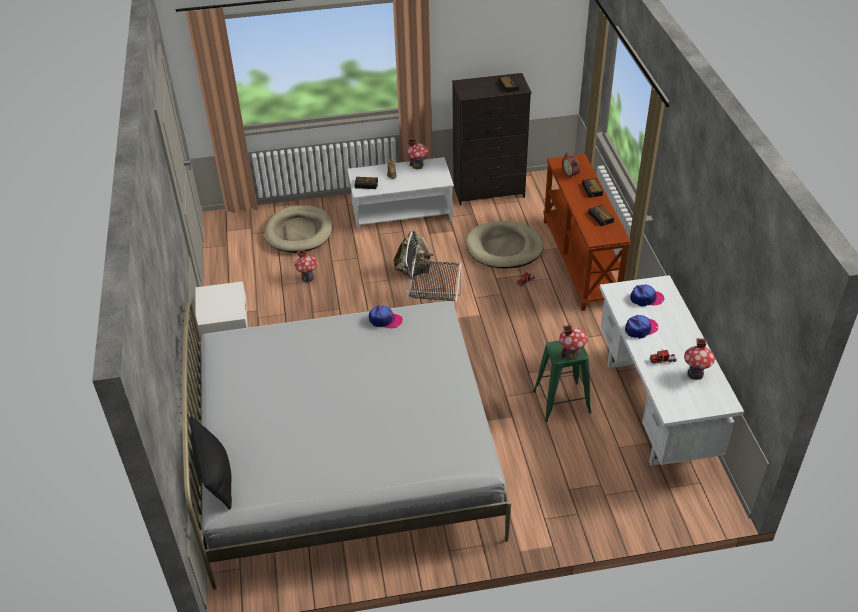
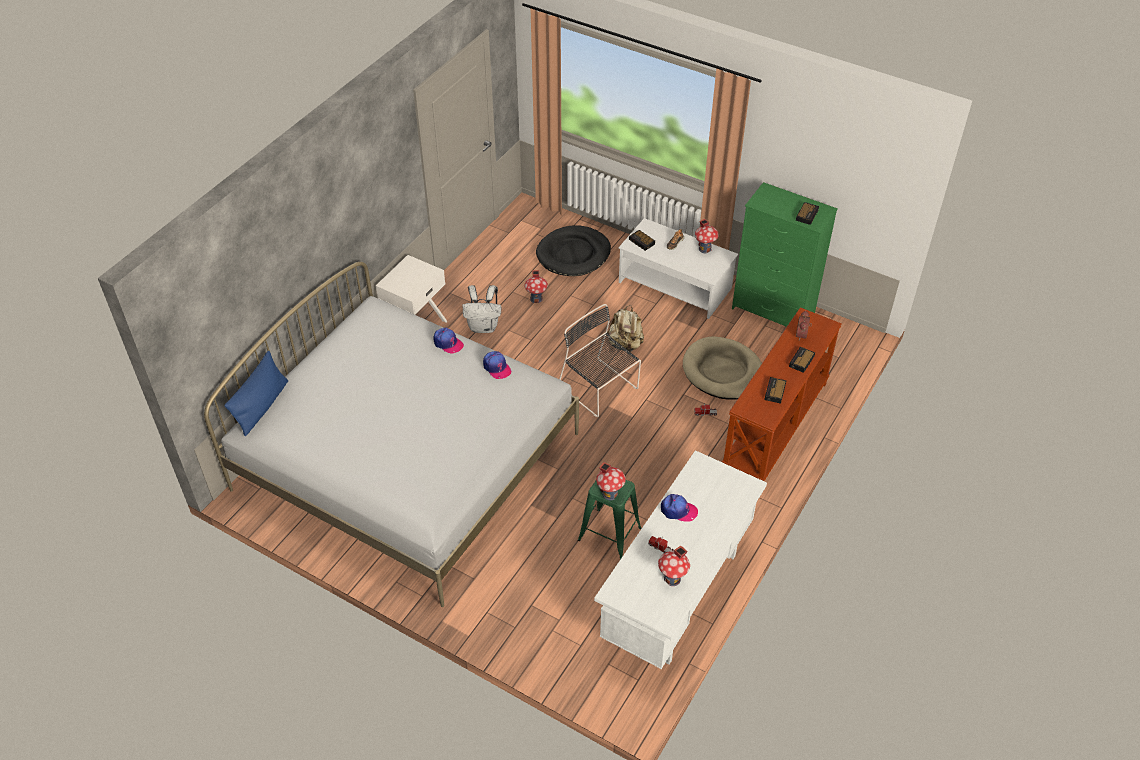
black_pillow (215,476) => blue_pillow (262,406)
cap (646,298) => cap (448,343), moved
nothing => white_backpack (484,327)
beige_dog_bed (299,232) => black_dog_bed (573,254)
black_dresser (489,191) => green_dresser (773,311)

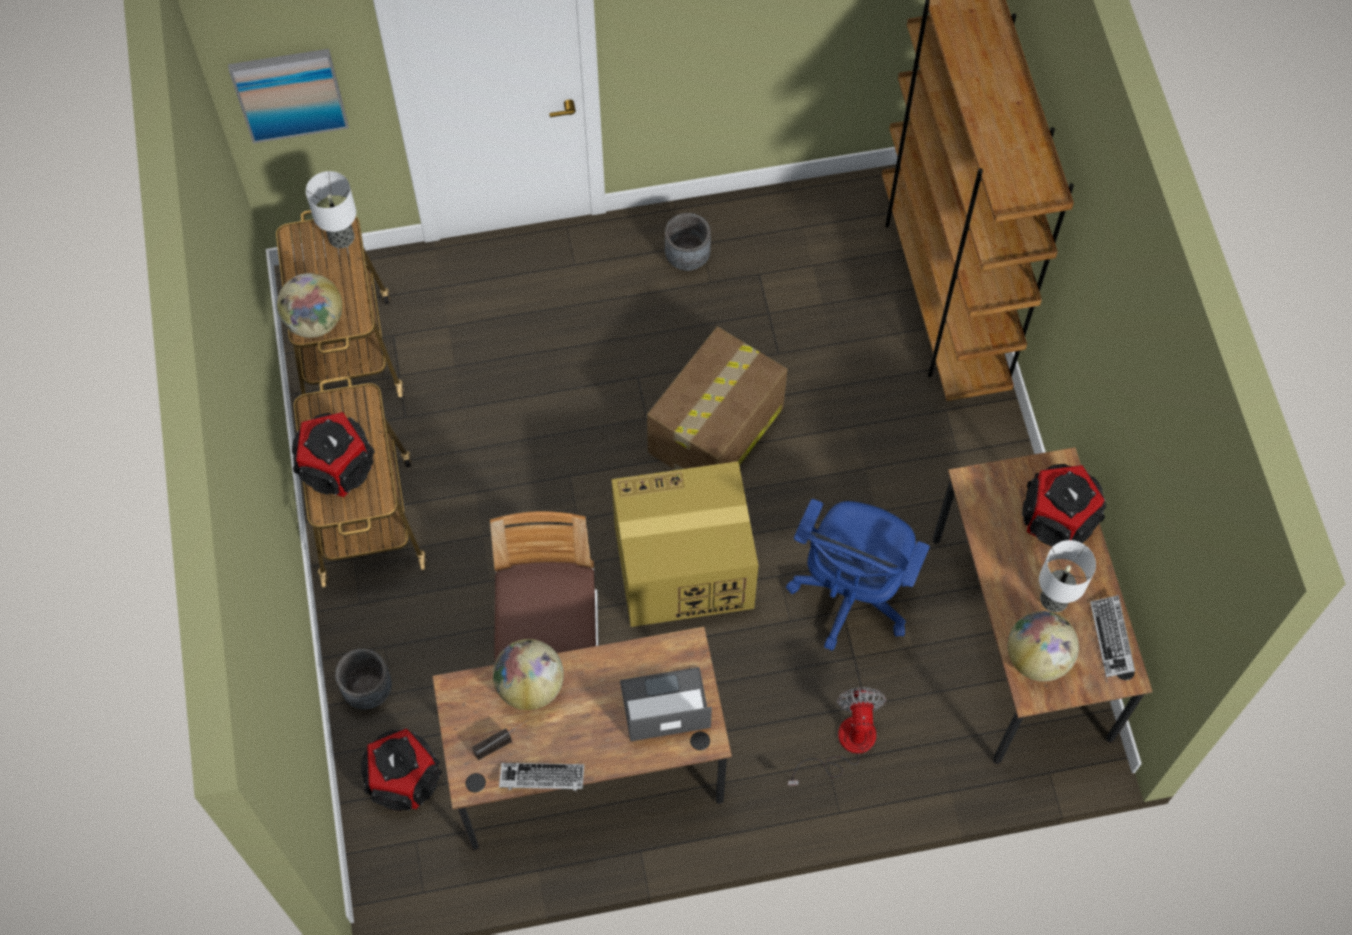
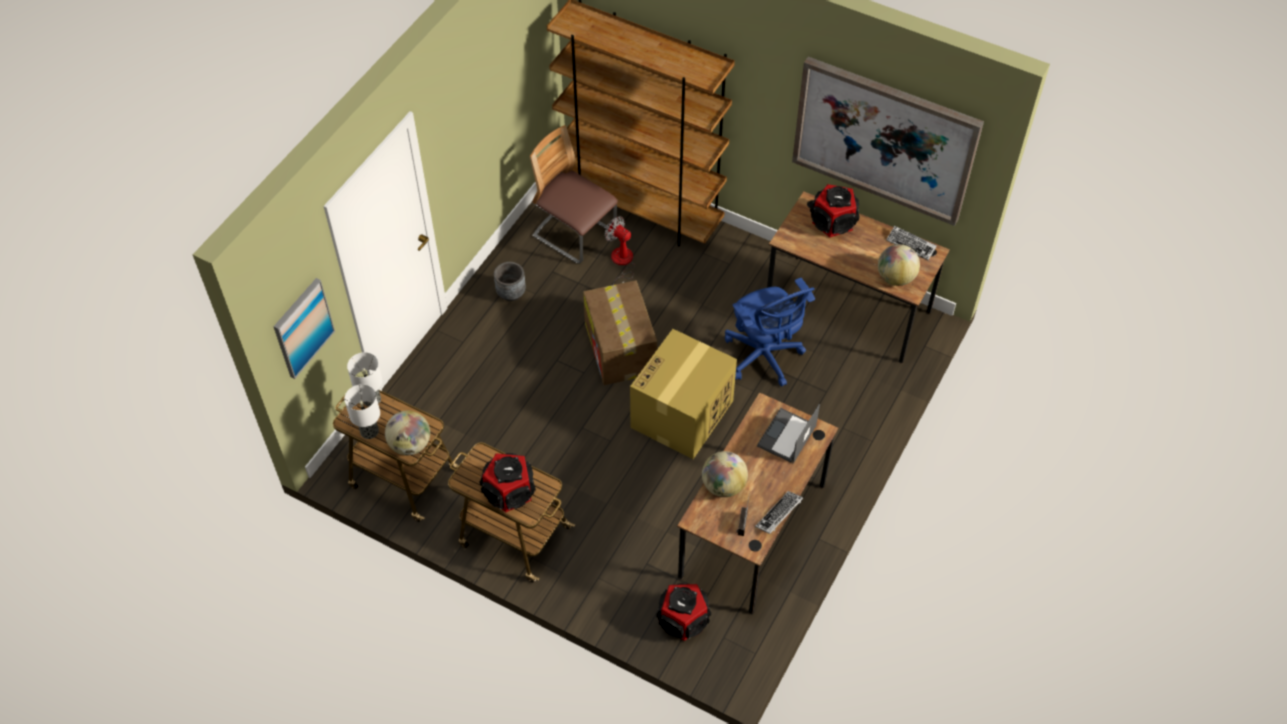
table_lamp (1053,599) => table_lamp (369,432), moved
chair (550,642) => chair (574,234), moved
fan (845,744) => fan (621,263), moved
nothing => picture (884,139)
grey_planter (368,690) => nothing

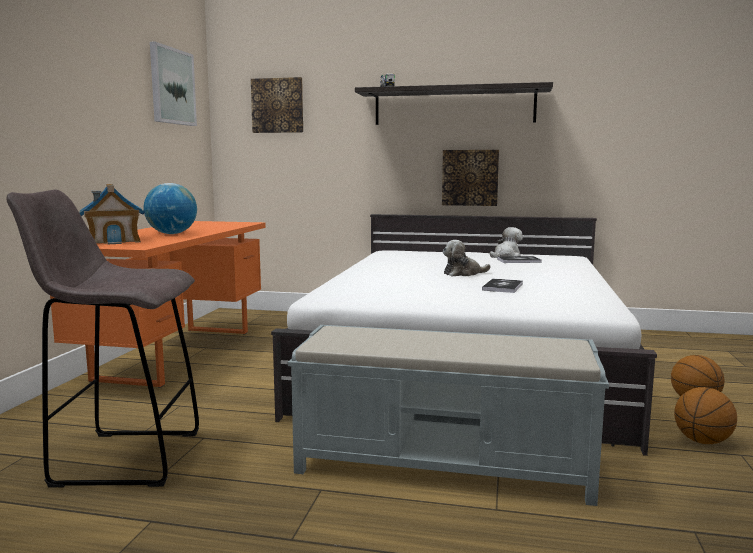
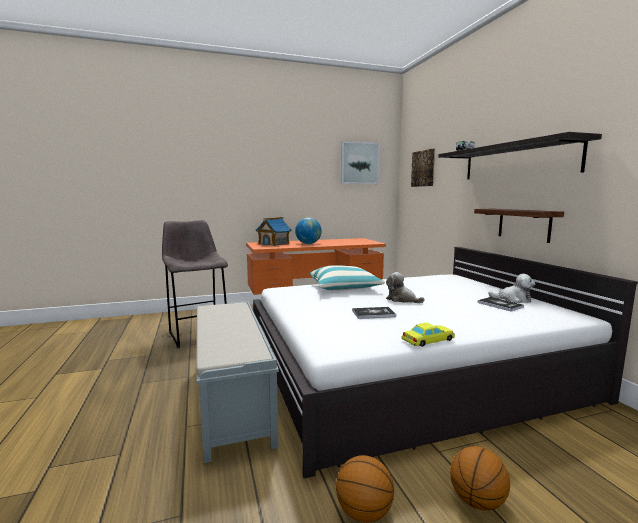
nothing => pillow (344,288)
nothing => yellow_toy_car (428,340)
picture (470,177) => shelf (524,224)

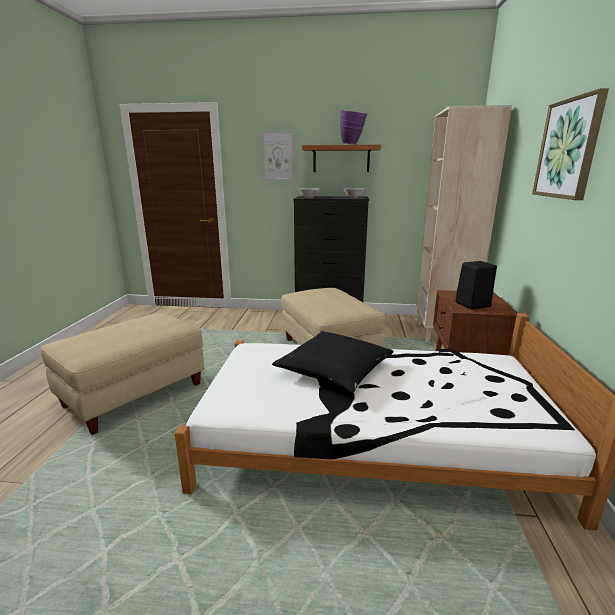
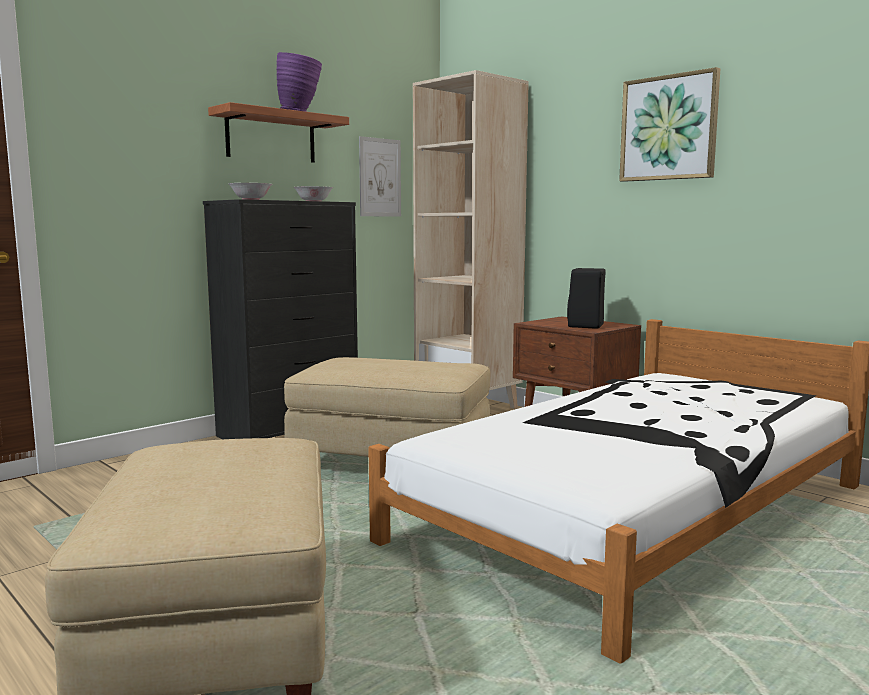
picture (278,156) => picture (380,177), moved
black_pillow (334,370) => nothing

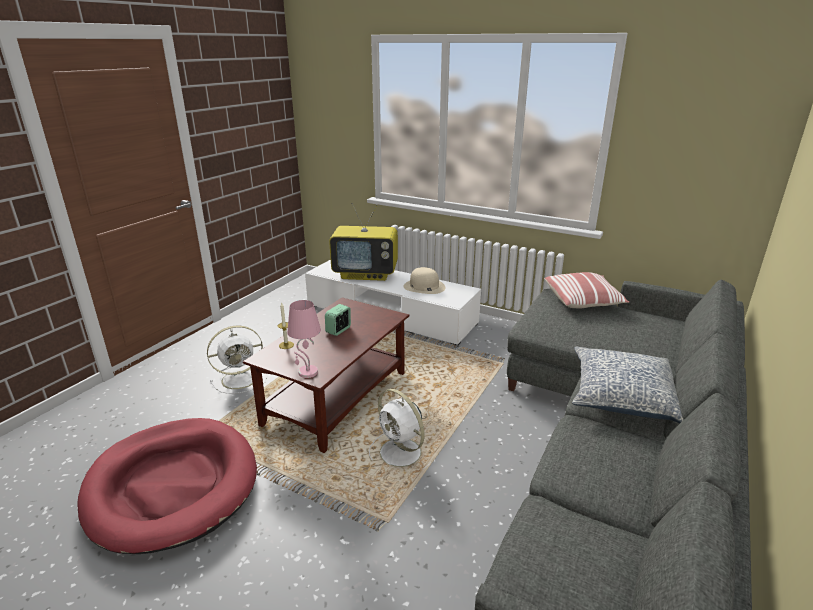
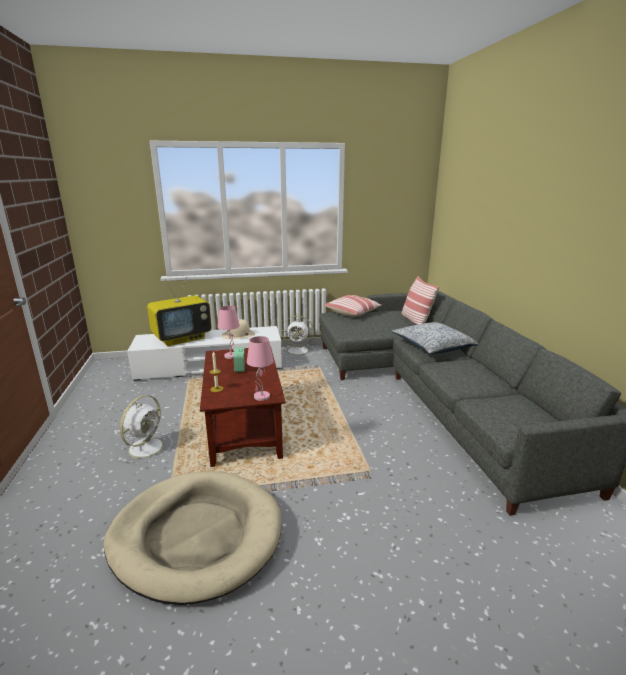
red_dog_bed (172,485) => beige_dog_bed (197,536)
nothing => pink_table_lamp (231,356)
white_fan (402,454) => white_fan (299,350), moved
nothing => pillow (415,321)

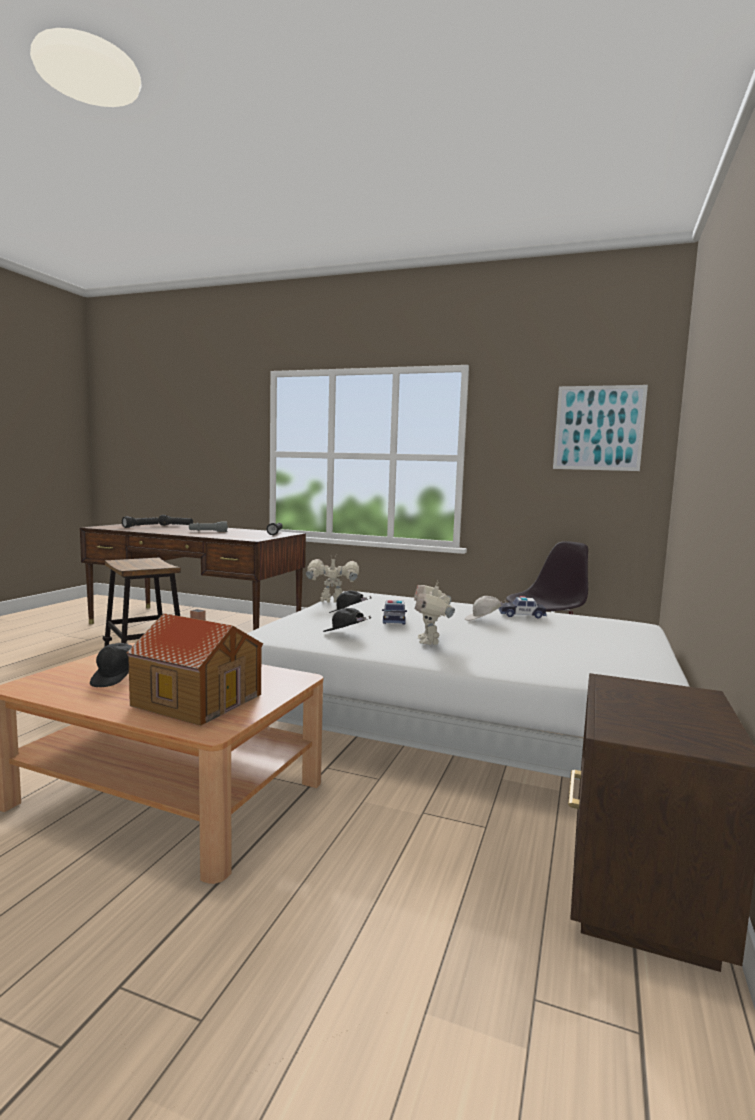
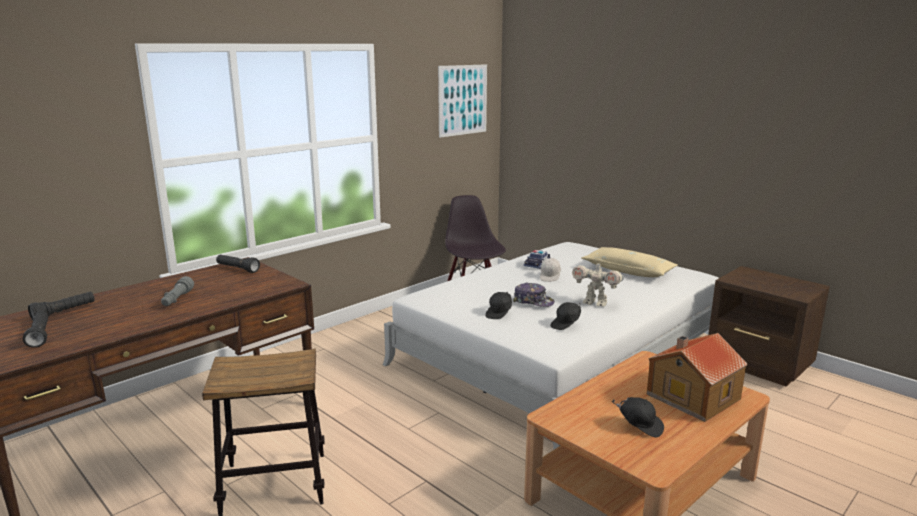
toy_car (394,620) => cap (533,301)
nothing => beige_pillow (628,271)
toy_robot (332,602) => nothing

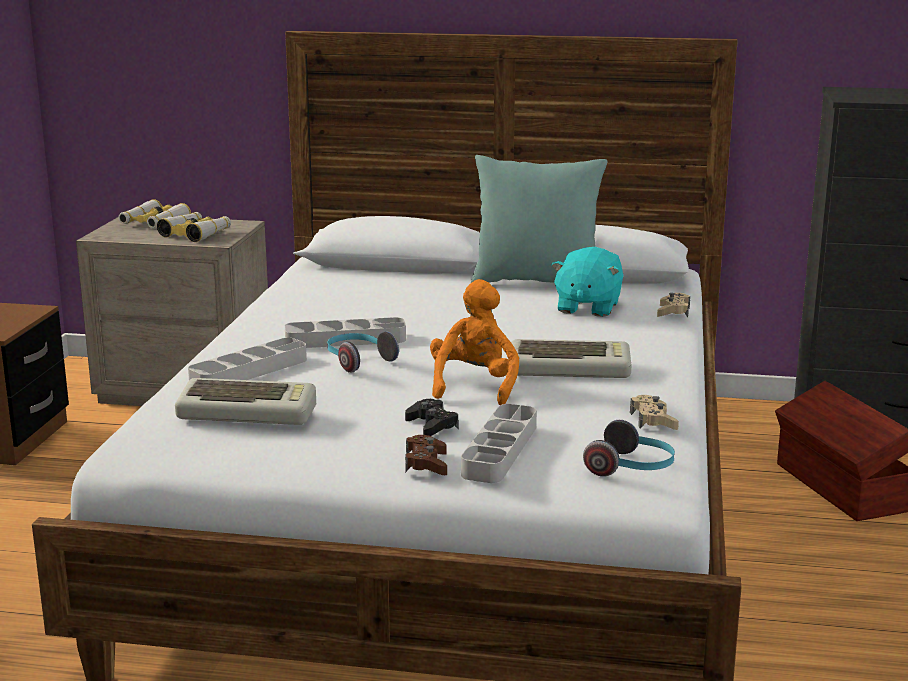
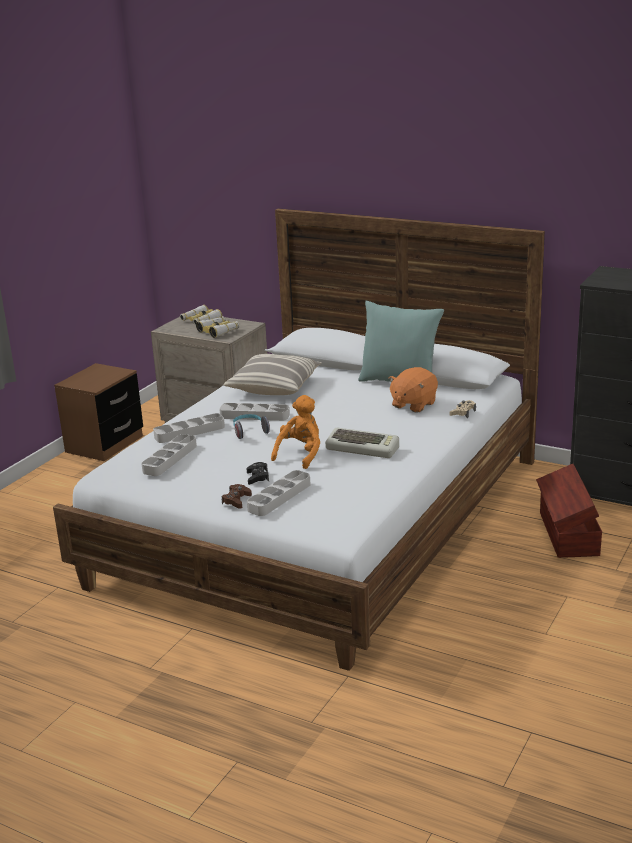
keyboard (249,412) => grey_tray (170,459)
nothing => pillow (274,387)
turquoise_plush_toy (587,307) => orange_plush_toy (413,404)
headphones (632,468) => nothing
beige_game_controller (653,420) => nothing

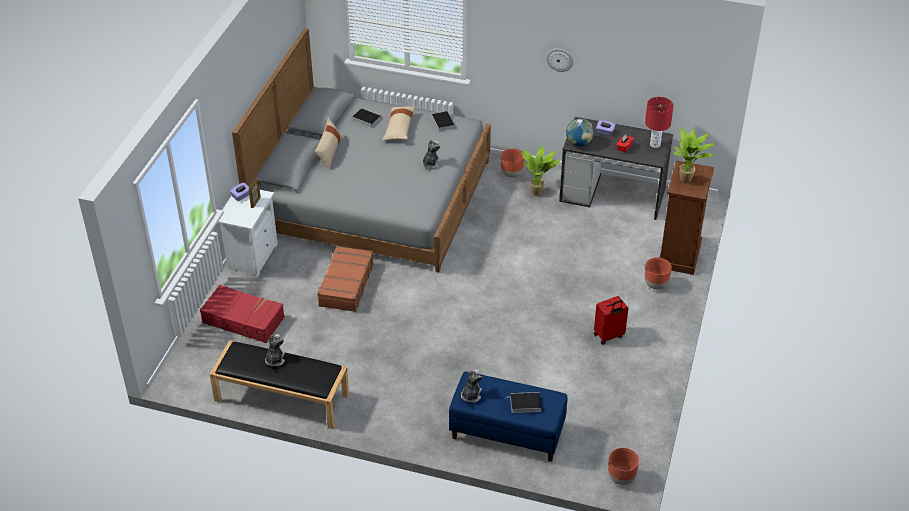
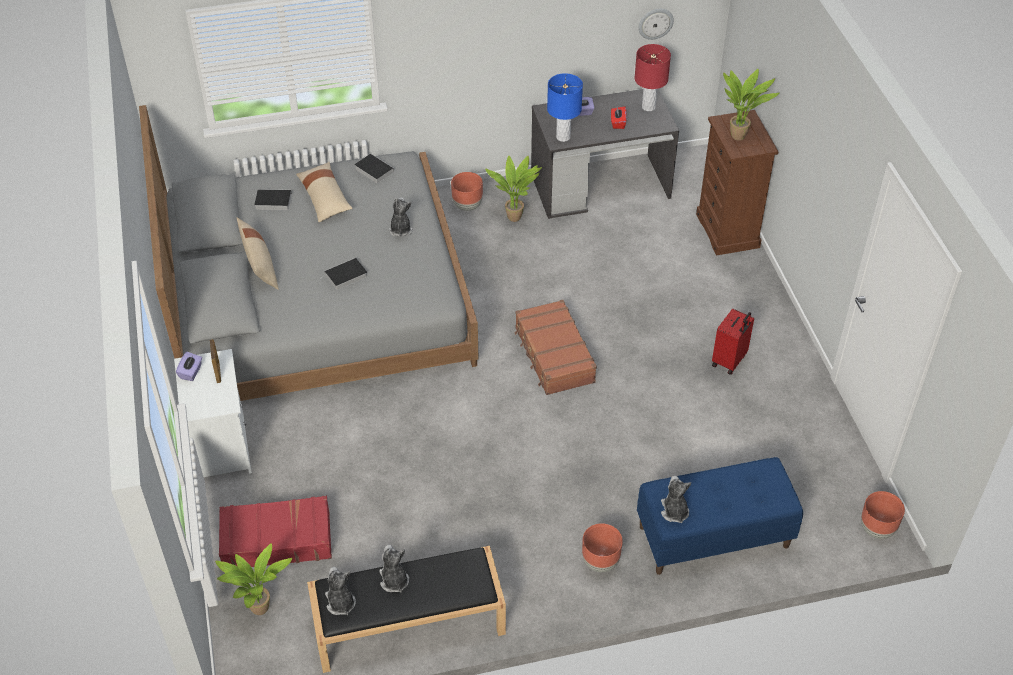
nothing => potted_plant (261,611)
book (524,404) => book (345,277), moved
nothing => plush_toy (340,602)
brown_suitcase (345,285) => brown_suitcase (553,355), moved
globe (579,143) => blue_table_lamp (563,137)
brown_planter (656,285) => brown_planter (601,562), moved
wall_clock (560,59) => wall_clock (655,23), moved

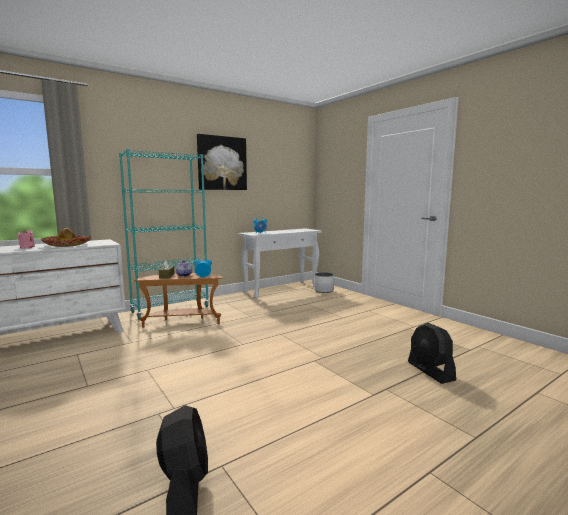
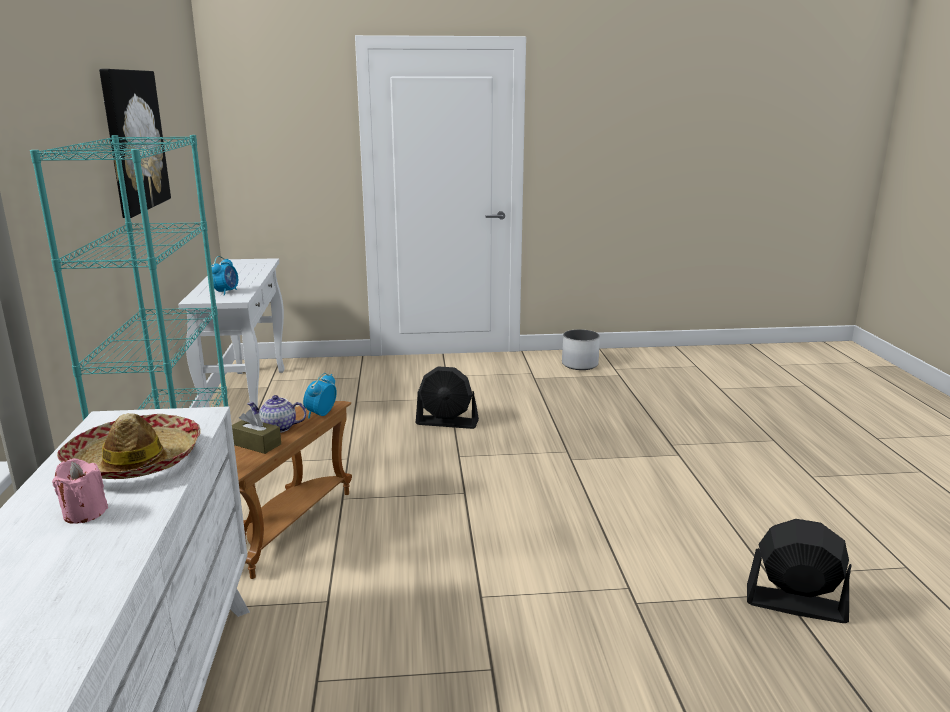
black_fan (430,371) => black_fan (447,422), moved
white_planter (324,290) => white_planter (579,364), moved

